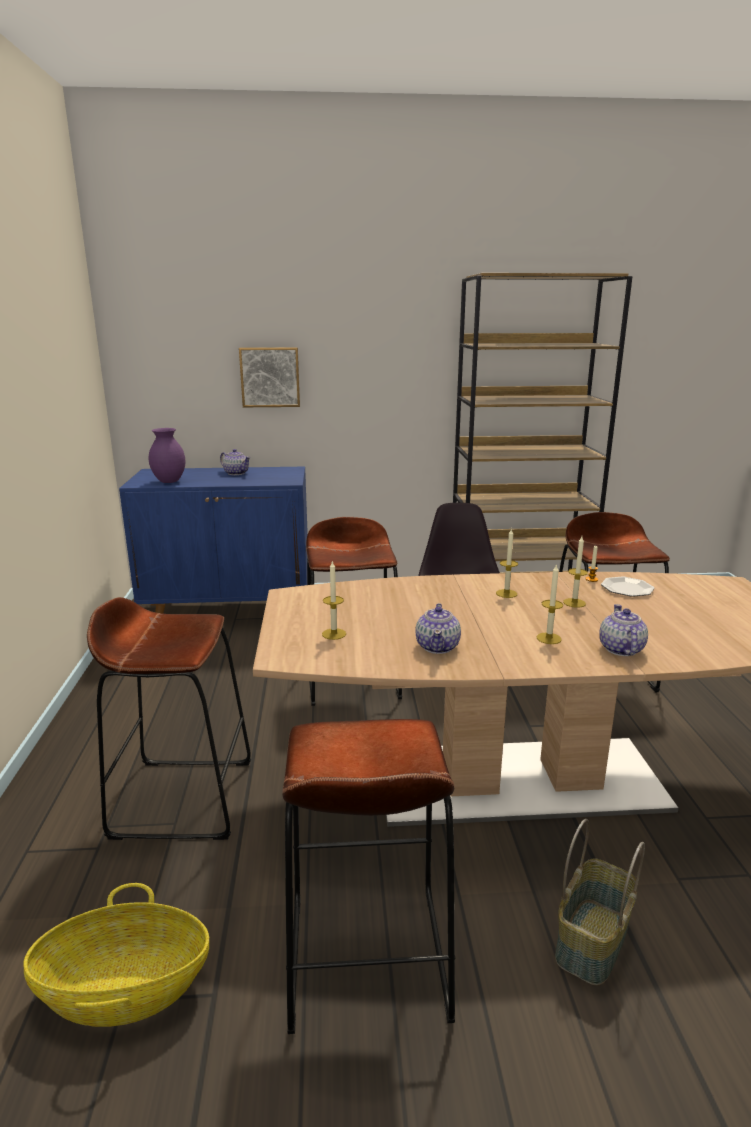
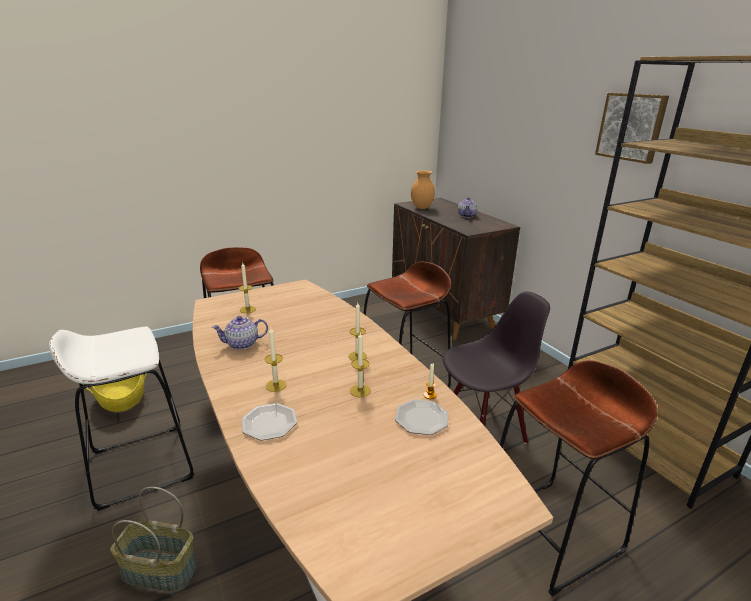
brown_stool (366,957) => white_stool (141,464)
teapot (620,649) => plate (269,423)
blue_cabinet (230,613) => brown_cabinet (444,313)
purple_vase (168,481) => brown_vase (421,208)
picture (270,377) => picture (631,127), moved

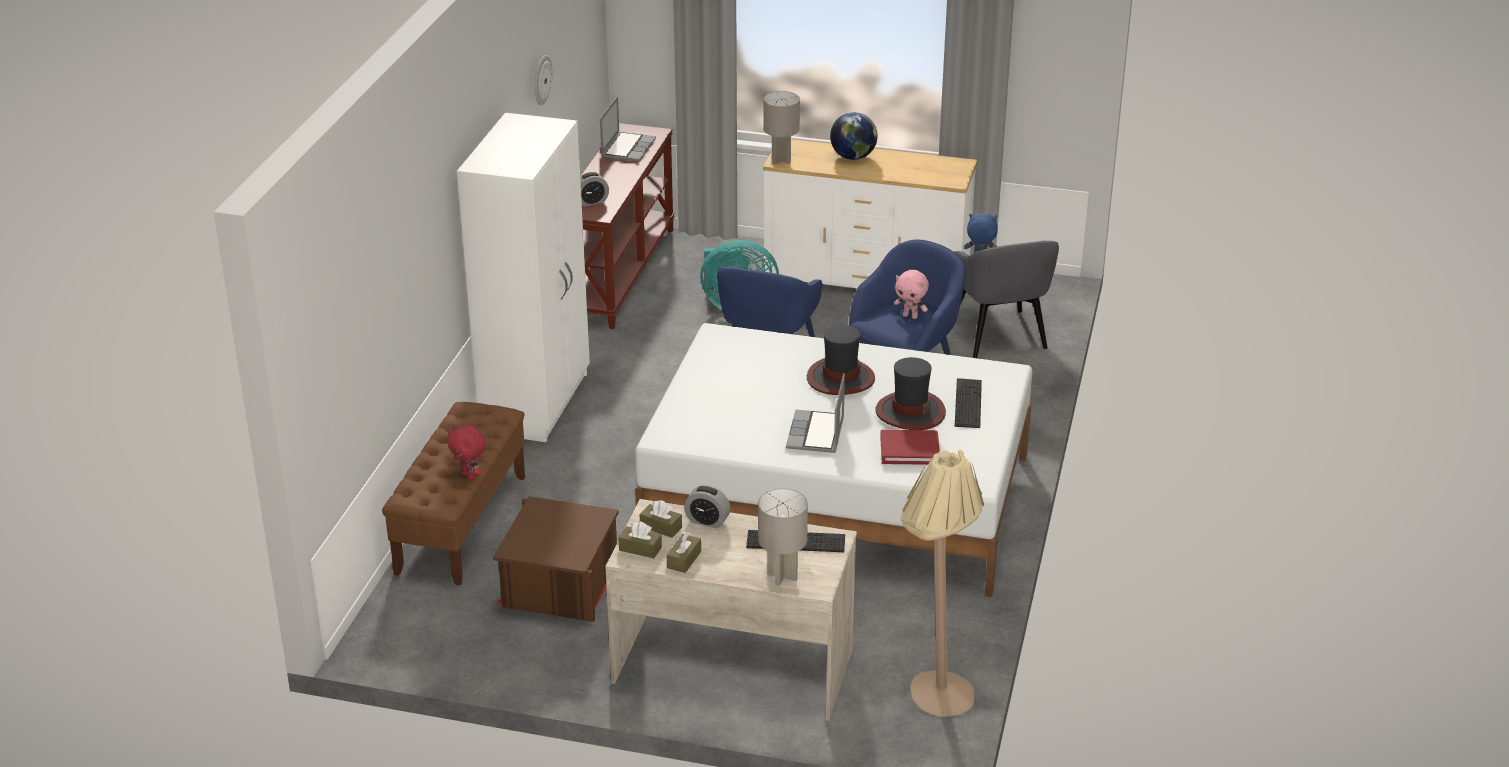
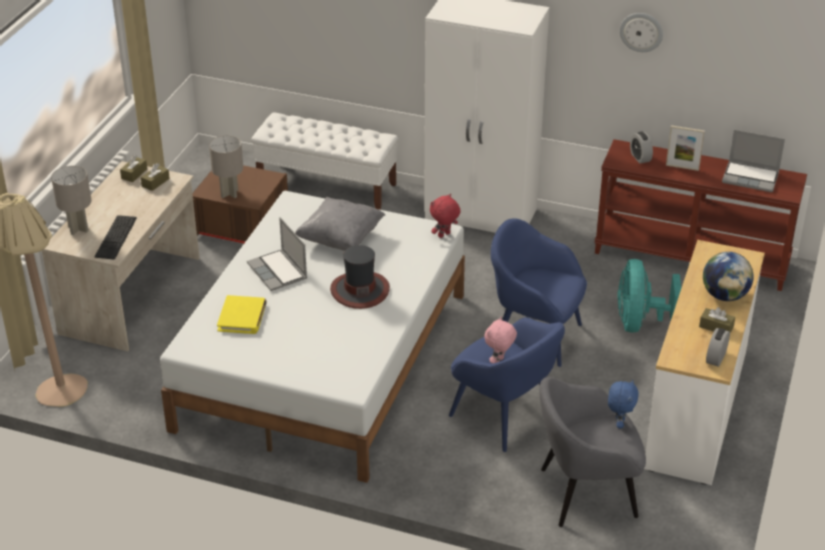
grey_table_lamp (781,160) => grey_table_lamp (230,193), moved
red_book (909,450) => yellow_book (242,317)
laptop (816,434) => laptop (278,272), 135 degrees counterclockwise
brown_bench (461,524) => white_bench (327,185)
nothing => grey_pillow (340,239)
red_plush_toy (469,475) => red_plush_toy (444,235), moved
nothing => picture_frame (682,167)
brown_tissue_box (684,560) => brown_tissue_box (716,327), moved
alarm_clock (707,521) => alarm_clock (716,358), moved
hat (910,412) => nothing
keyboard (968,403) => nothing

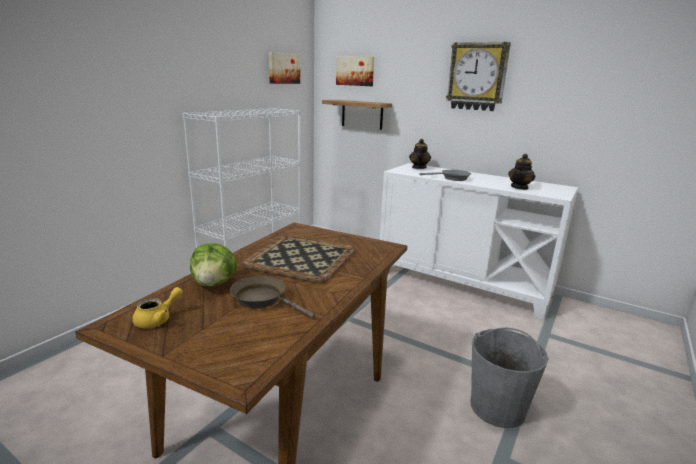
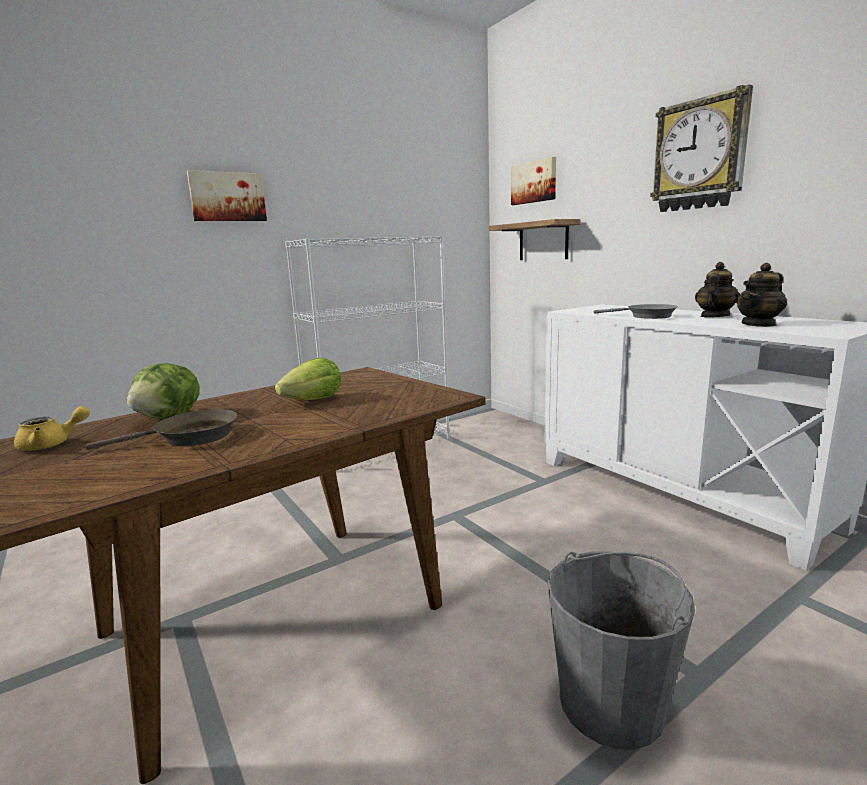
brown_frying_pan (263,299) => brown_frying_pan (190,438), 105 degrees clockwise
picture (283,68) => picture (227,197), moved
tray (302,258) => lettuce (314,400)
teapot (418,168) => teapot (714,316), moved

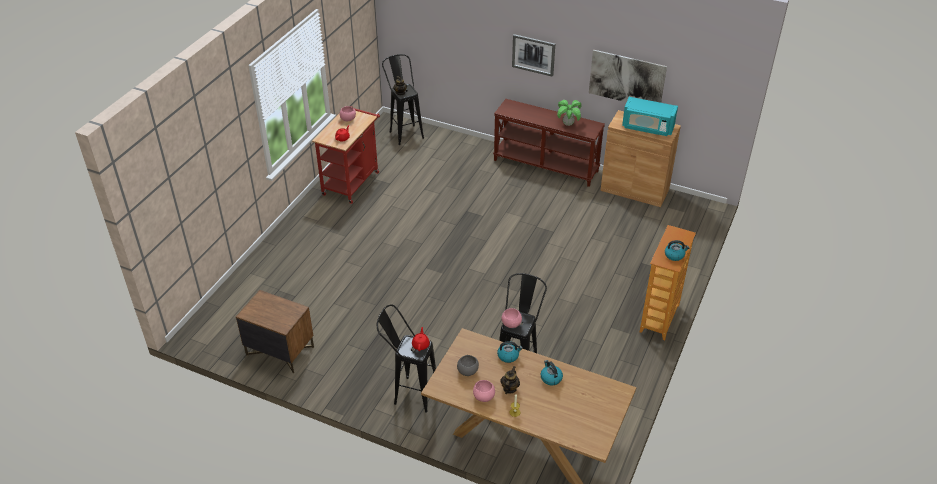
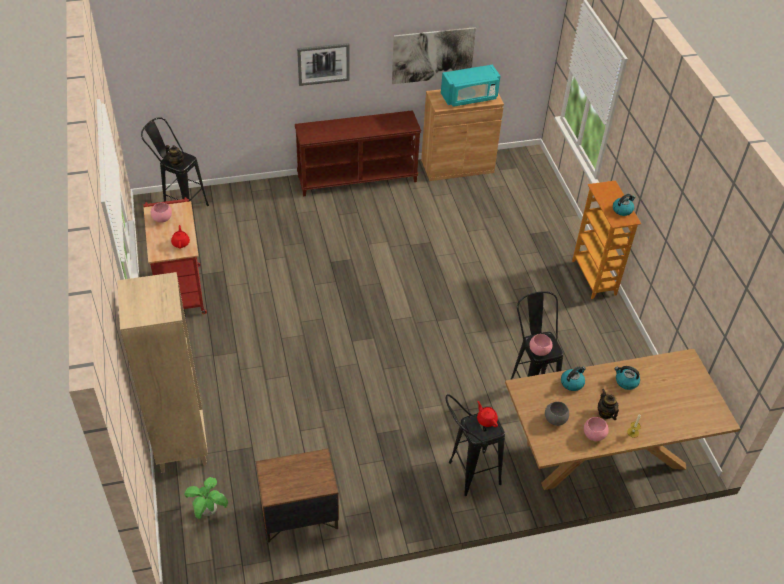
nothing => beige_bookcase (181,446)
potted_plant (568,124) => potted_plant (209,511), moved

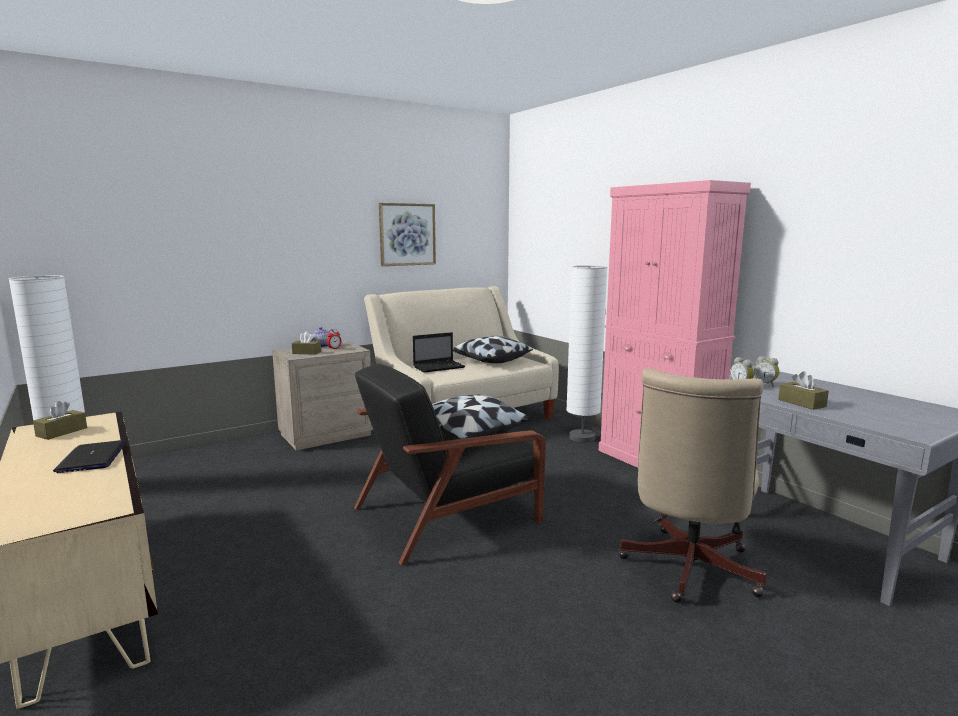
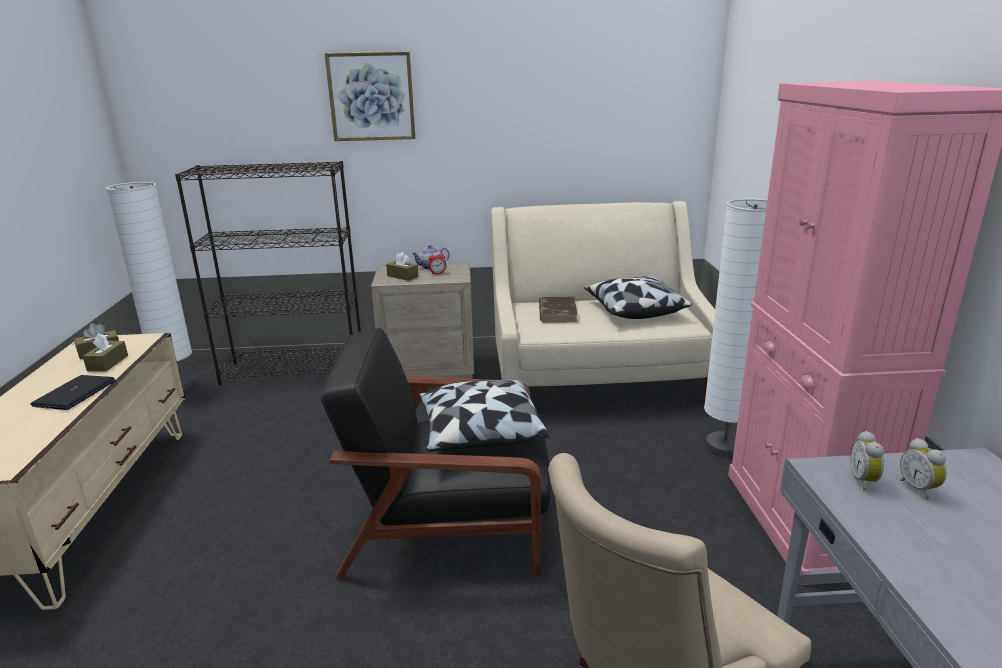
brown_tissue_box (801,403) => brown_tissue_box (108,363), moved
nothing => black_bookcase (295,370)
picture (407,234) => picture (371,97), moved
laptop (439,367) => brown_book (557,312)

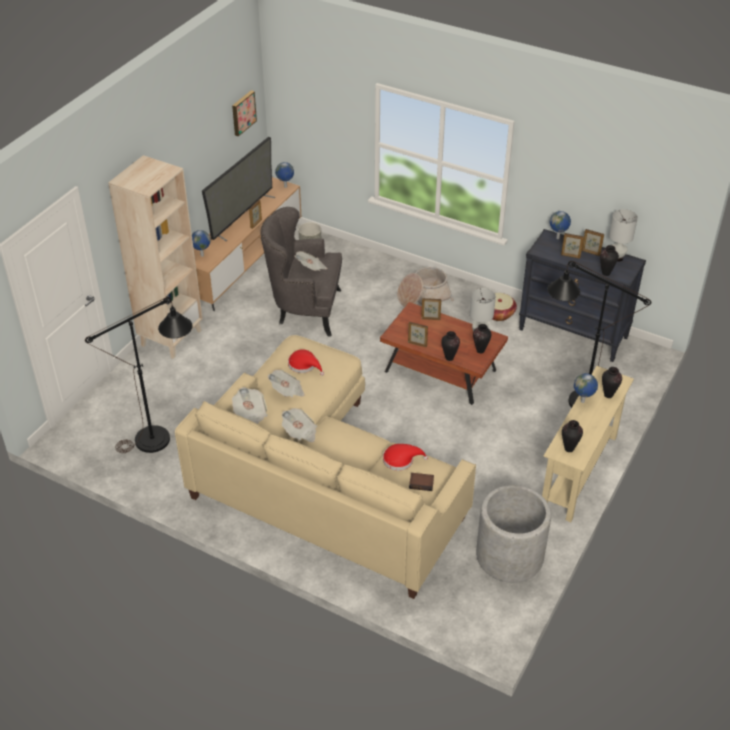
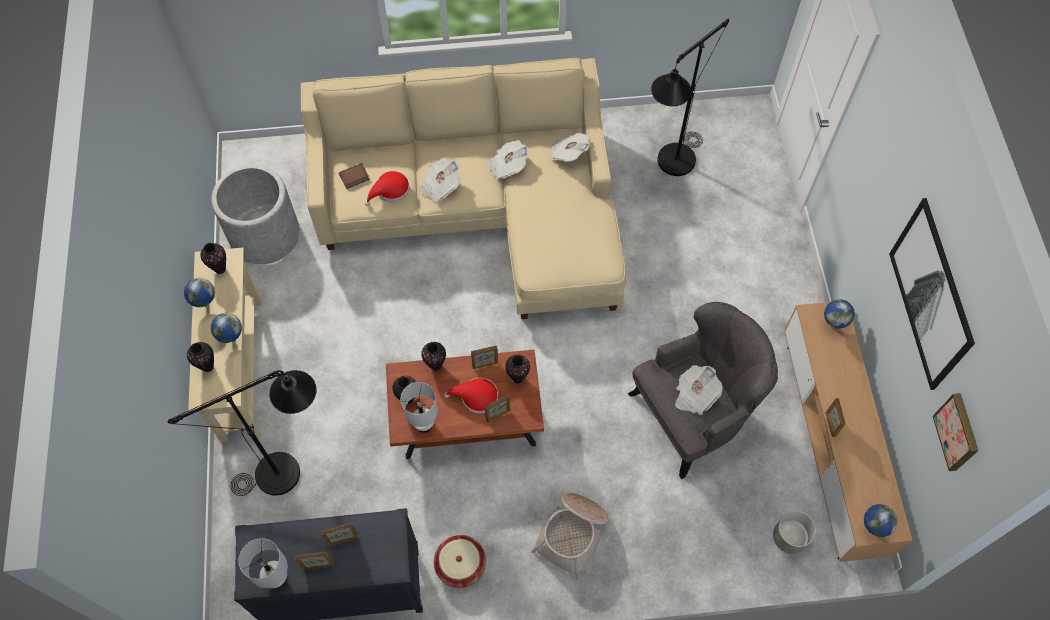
globe (558,238) => globe (206,305), moved
newspaper (287,391) => newspaper (440,186), moved
red_hat (304,365) => red_hat (476,397), moved
vase (605,273) => vase (517,378), moved
nothing => picture (930,295)
beige_bookcase (171,338) => nothing
television (242,216) => nothing

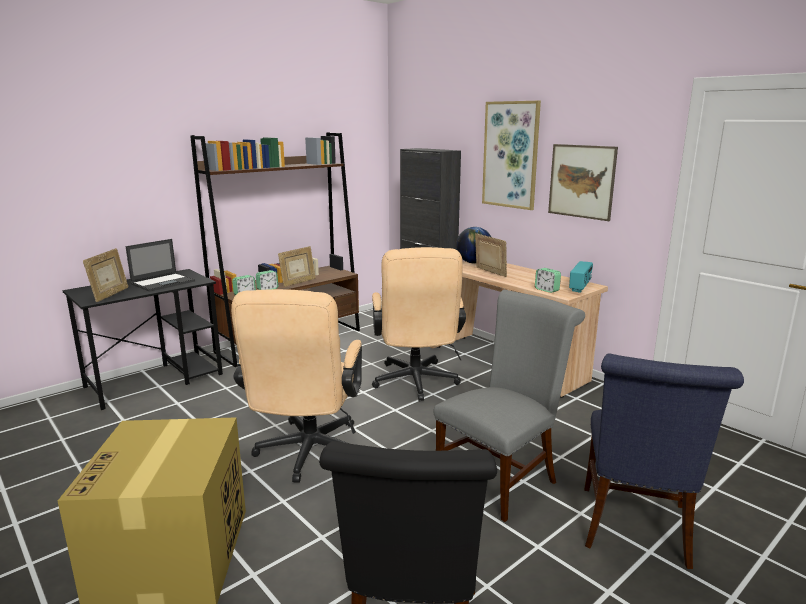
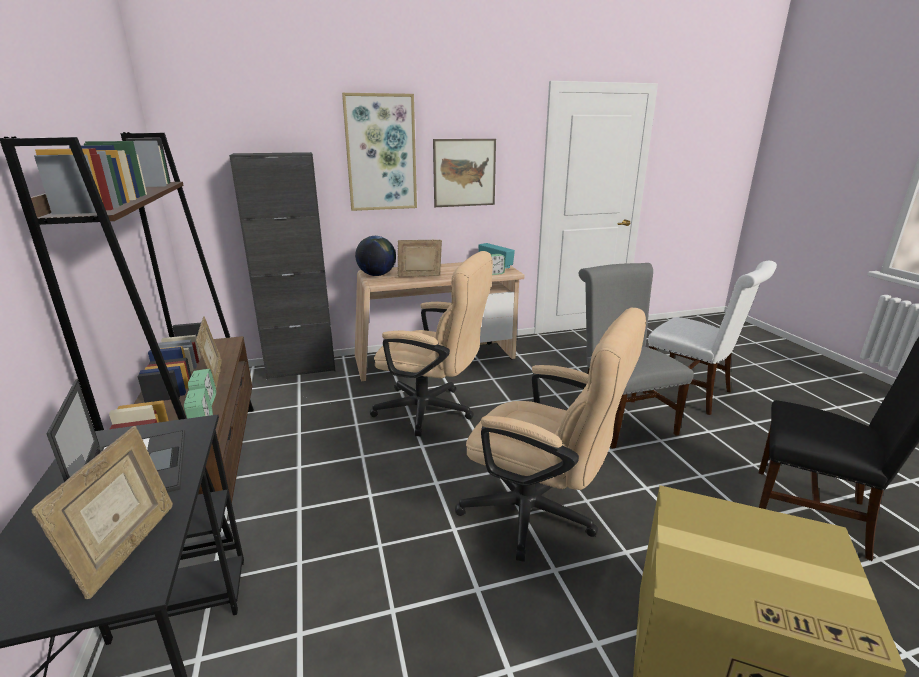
picture_frame (110,295) => picture_frame (127,550), 60 degrees clockwise
blue_chair (635,530) => white_chair (693,393)

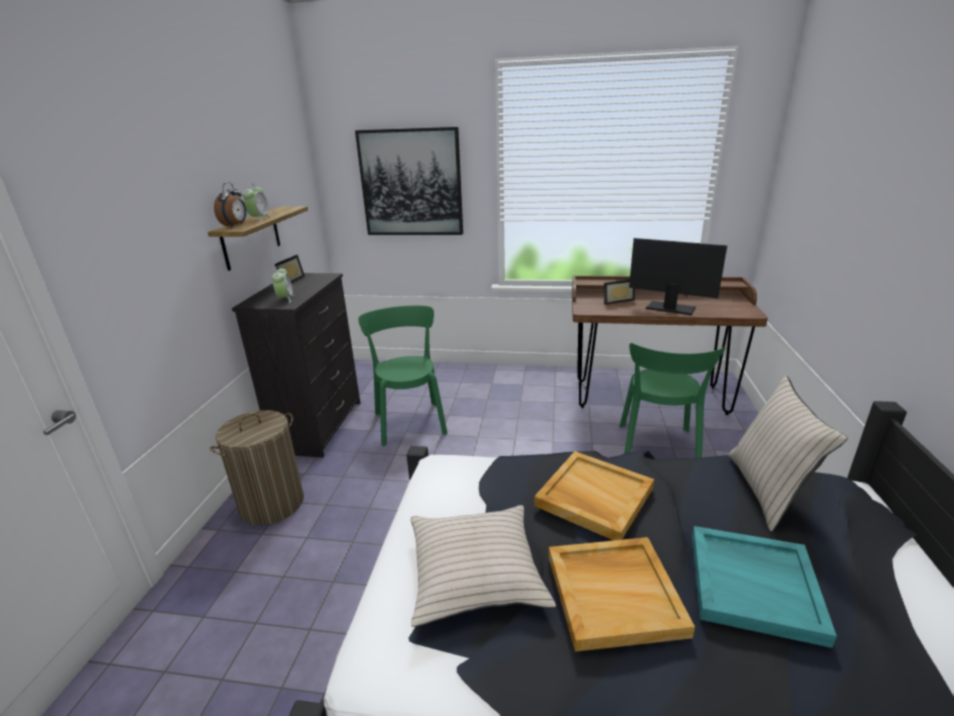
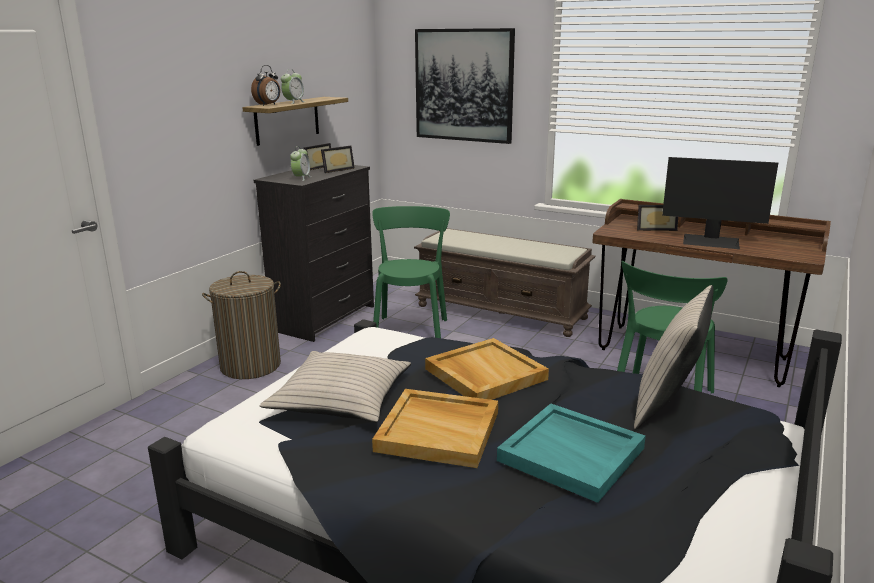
nothing => picture_frame (336,170)
nothing => brown_bench (502,311)
monitor (670,308) => monitor (711,242), 150 degrees clockwise

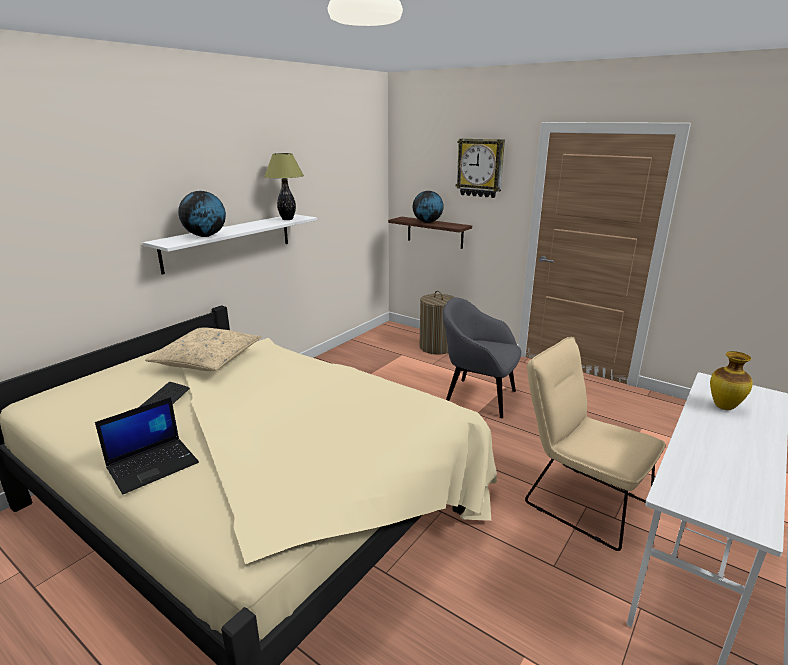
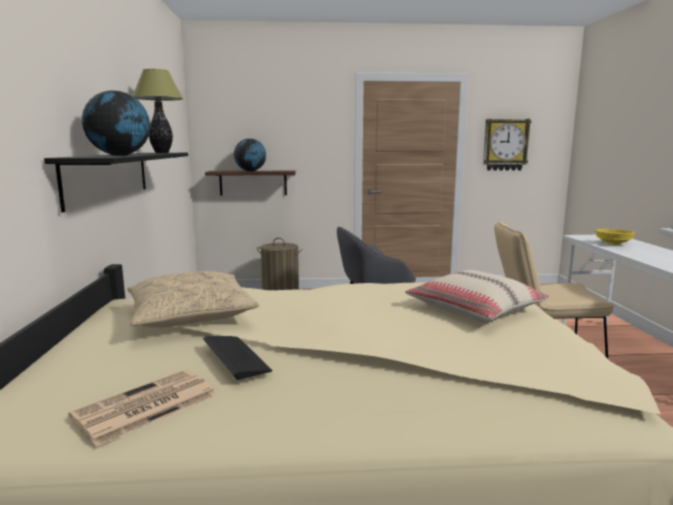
white_shelf (229,241) => black_shelf (109,176)
nothing => newspaper (144,407)
nothing => beige_pillow (474,309)
wall_clock (480,168) => wall_clock (505,145), moved
vase (724,407) => yellow_bowl (614,244)
laptop (153,464) => nothing

